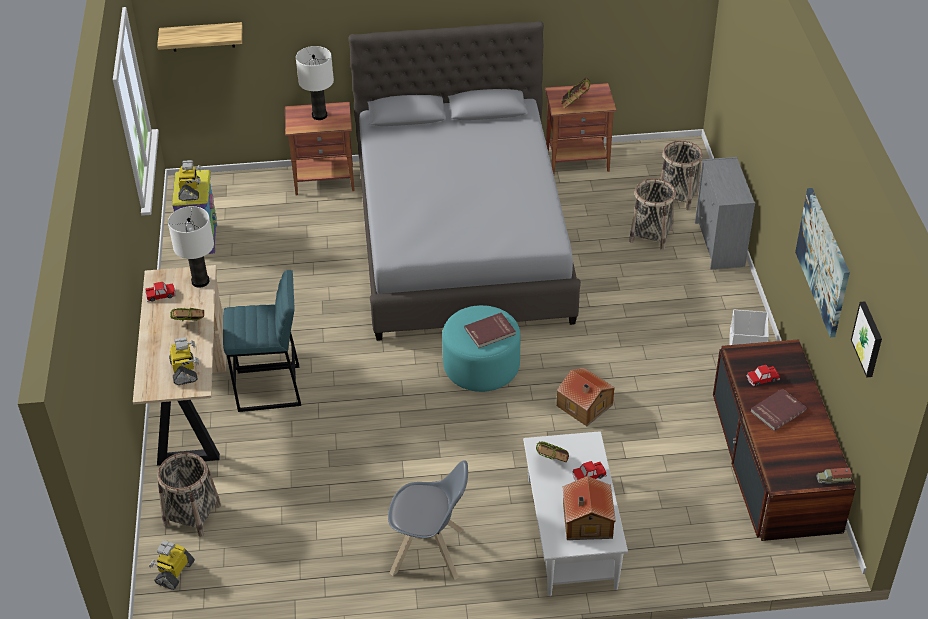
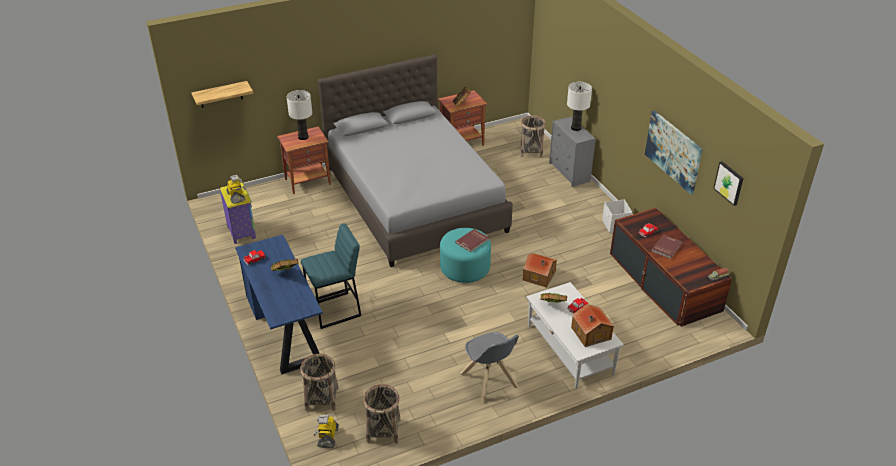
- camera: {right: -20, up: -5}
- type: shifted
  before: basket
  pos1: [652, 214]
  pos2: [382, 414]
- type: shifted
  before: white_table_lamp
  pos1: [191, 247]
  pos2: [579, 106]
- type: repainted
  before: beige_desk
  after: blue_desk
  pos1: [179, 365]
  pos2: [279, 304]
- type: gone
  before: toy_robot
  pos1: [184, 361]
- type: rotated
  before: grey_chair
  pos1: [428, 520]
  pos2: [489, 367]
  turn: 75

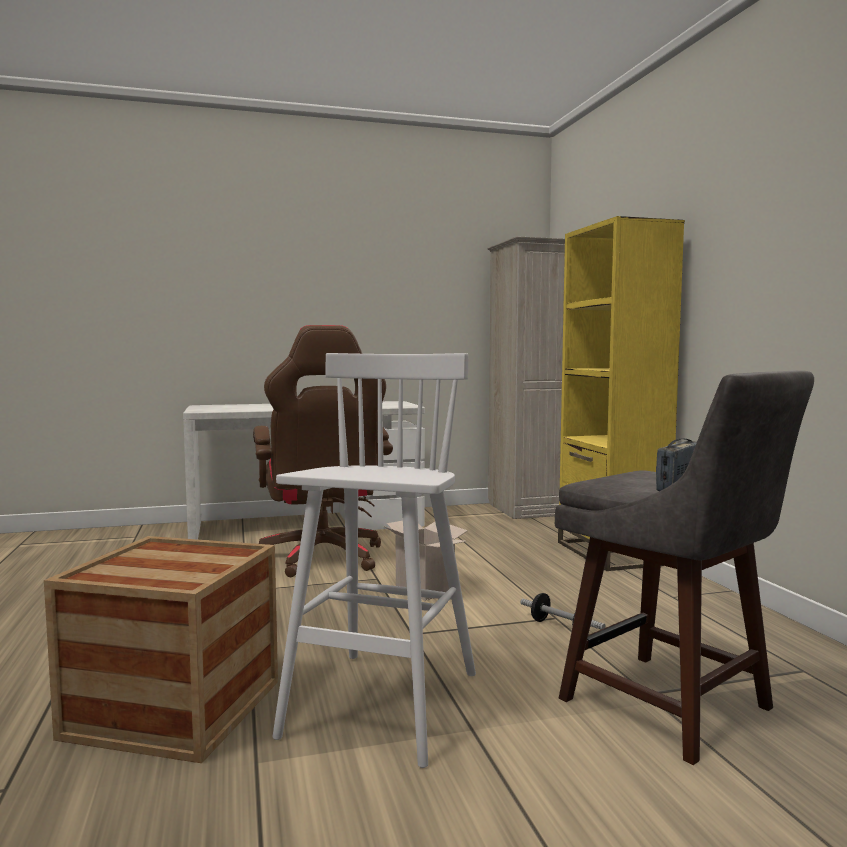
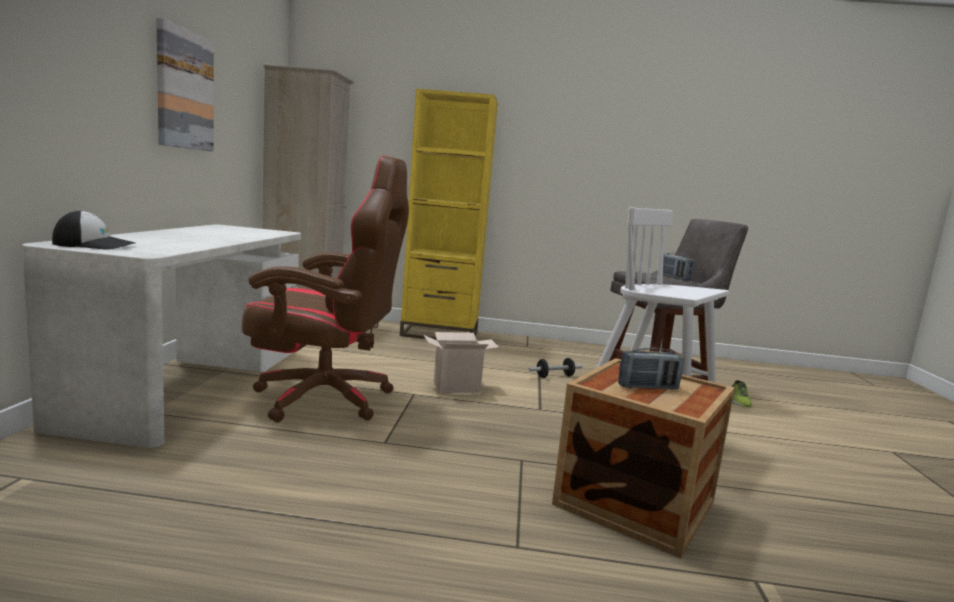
- camera: {right: -70, up: 5}
- type: new
  after: picture
  pos2: [185, 84]
- type: new
  after: cap
  pos2: [93, 229]
- type: new
  after: radio
  pos2: [651, 369]
- type: new
  after: shoe
  pos2: [742, 393]

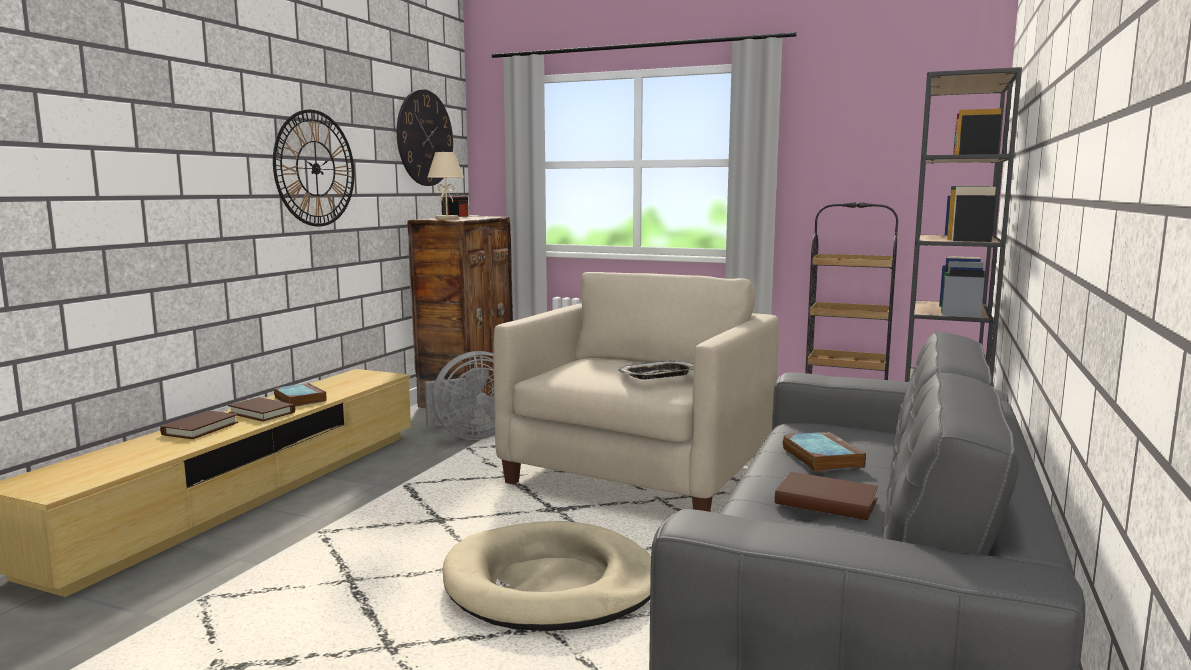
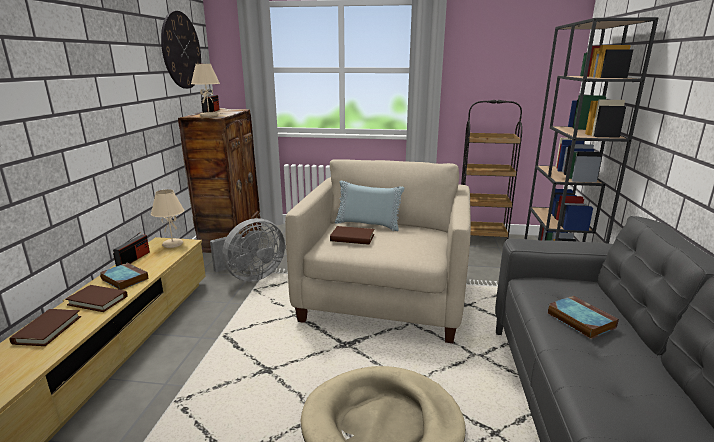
- camera: {right: -15, up: 10}
- type: gone
  before: wall_clock
  pos1: [313, 168]
- type: gone
  before: tray
  pos1: [656, 370]
- type: shifted
  before: brown_book
  pos1: [826, 496]
  pos2: [352, 235]
- type: new
  after: blue_pillow
  pos2: [369, 205]
- type: new
  after: beige_table_lamp
  pos2: [167, 218]
- type: new
  after: radio
  pos2: [131, 249]

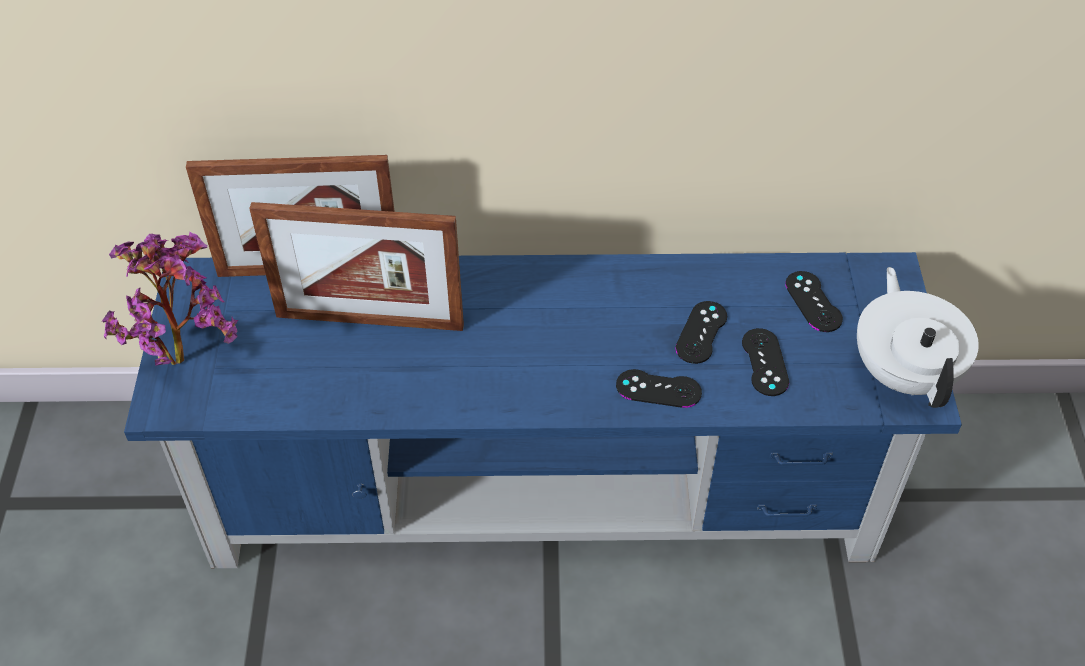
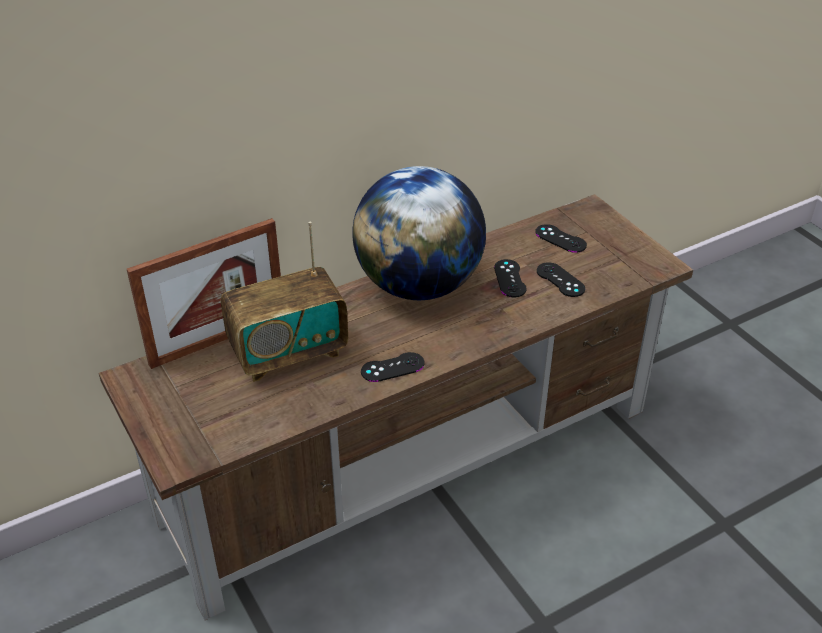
- camera: {right: -30, up: -10}
- type: swapped
  before: picture_frame
  after: radio
  pos1: [356, 266]
  pos2: [284, 302]
- type: gone
  before: potted_plant
  pos1: [170, 299]
- type: repainted
  before: blue_tv_stand
  after: brown_tv_stand
  pos1: [543, 410]
  pos2: [396, 407]
- type: gone
  before: white_teapot
  pos1: [918, 337]
- type: shifted
  before: black_game_controller
  pos1: [659, 388]
  pos2: [392, 367]
- type: new
  after: globe
  pos2: [419, 233]

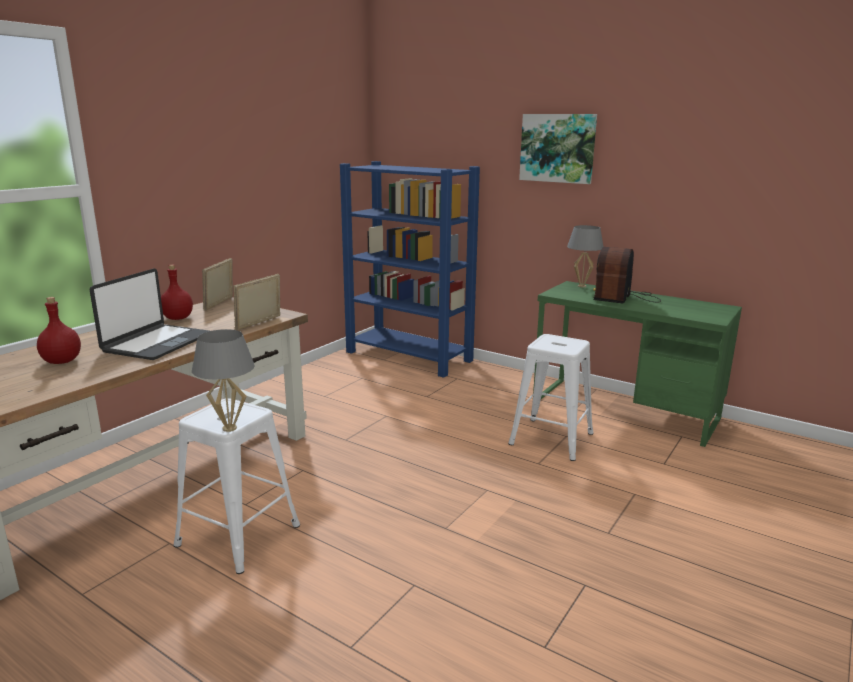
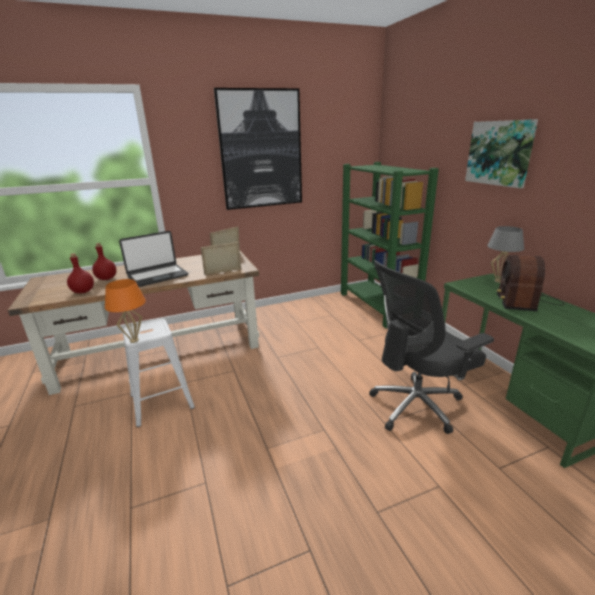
- camera: {right: 35, up: 5}
- type: repainted
  before: blue_bookcase
  after: green_bookcase
  pos1: [410, 269]
  pos2: [390, 245]
- type: rotated
  before: radio
  pos1: [627, 275]
  pos2: [531, 283]
  turn: -45
- type: shifted
  before: red_bottle
  pos1: [177, 292]
  pos2: [80, 273]
- type: repainted
  before: grey_table_lamp
  after: orange_table_lamp
  pos1: [223, 380]
  pos2: [125, 311]
- type: swapped
  before: white_stool
  after: office_chair
  pos1: [551, 397]
  pos2: [431, 347]
- type: new
  after: picture
  pos2: [258, 149]

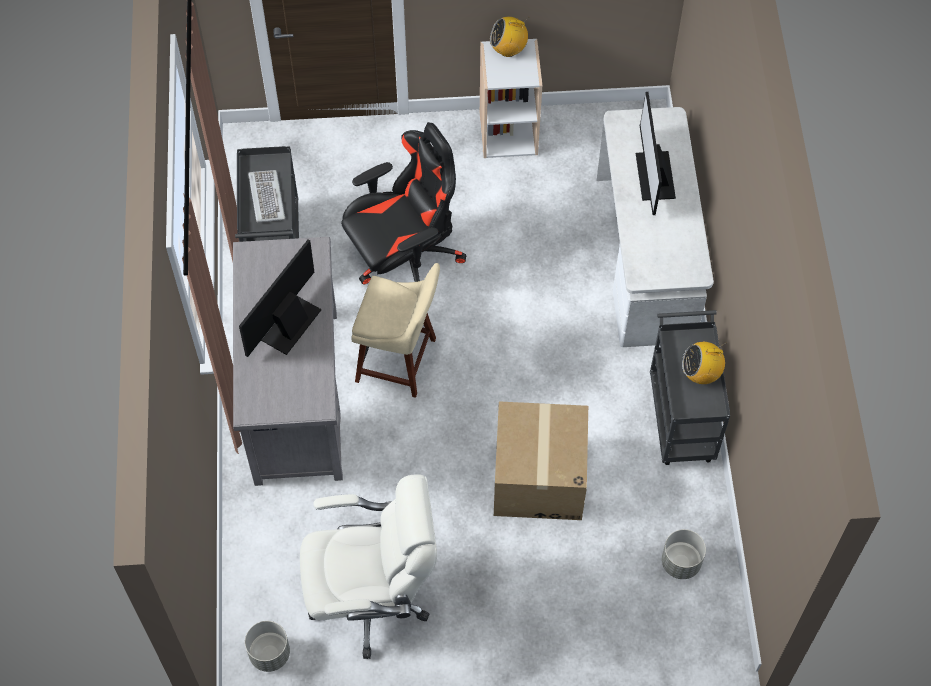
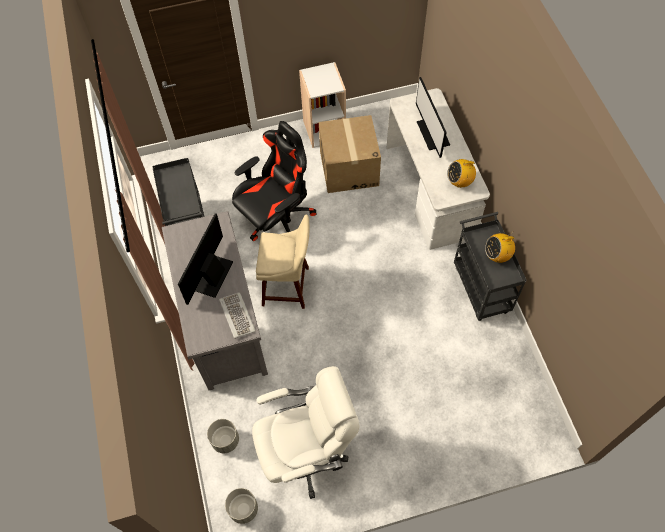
- camera: {right: -10, up: 0}
- type: shifted
  before: radio
  pos1: [509, 37]
  pos2: [461, 173]
- type: shifted
  before: keyboard
  pos1: [266, 196]
  pos2: [237, 315]
- type: shifted
  before: cardboard_box
  pos1: [541, 460]
  pos2: [350, 154]
- type: shifted
  before: grey_planter
  pos1: [684, 554]
  pos2: [223, 436]

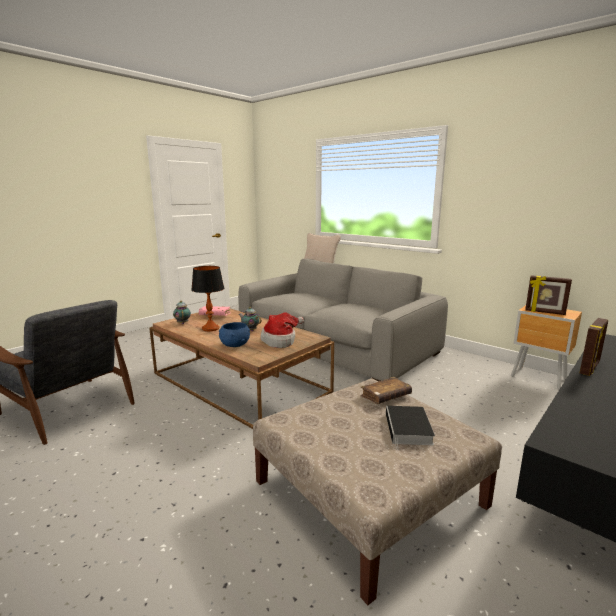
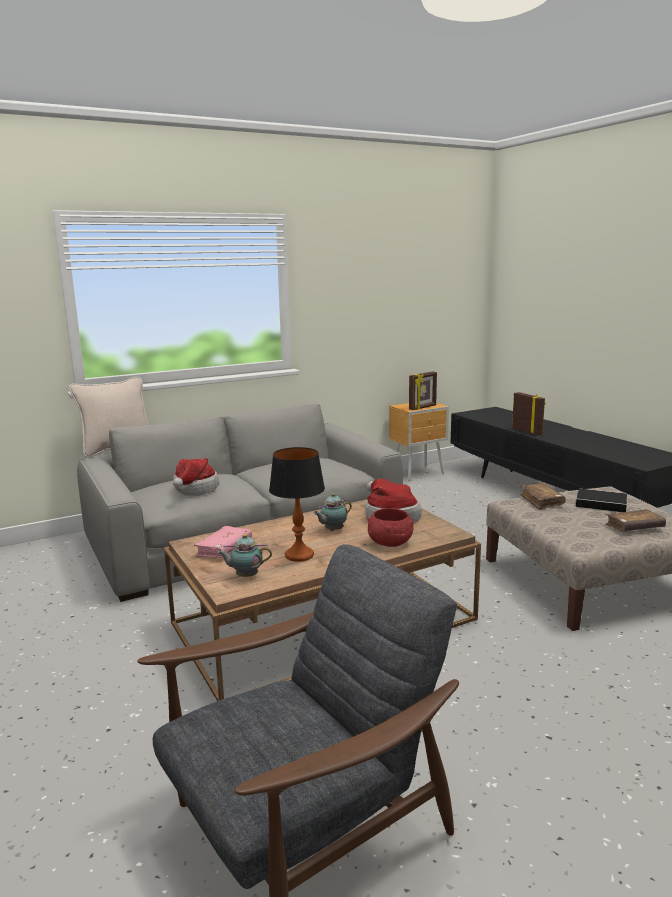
- camera: {right: -70, up: 0}
- type: repainted
  before: blue_bowl
  after: red_bowl
  pos1: [234, 334]
  pos2: [391, 527]
- type: new
  after: hat
  pos2: [196, 477]
- type: new
  after: brown_book
  pos2: [635, 520]

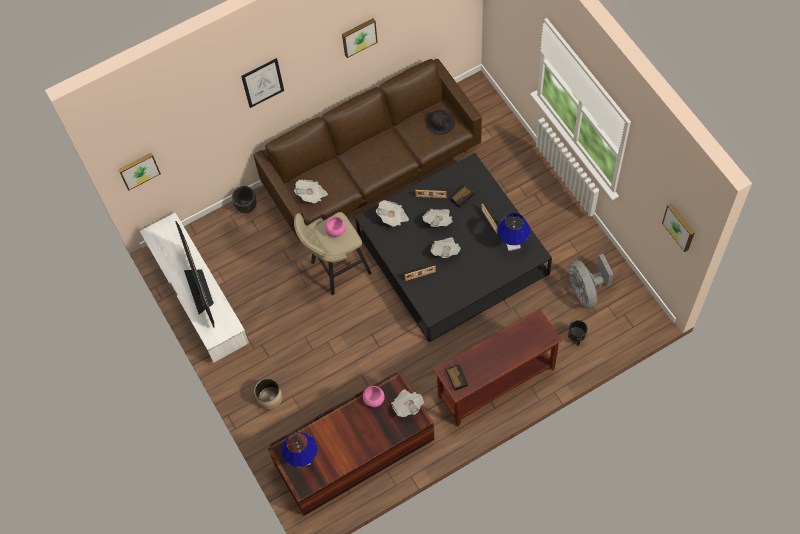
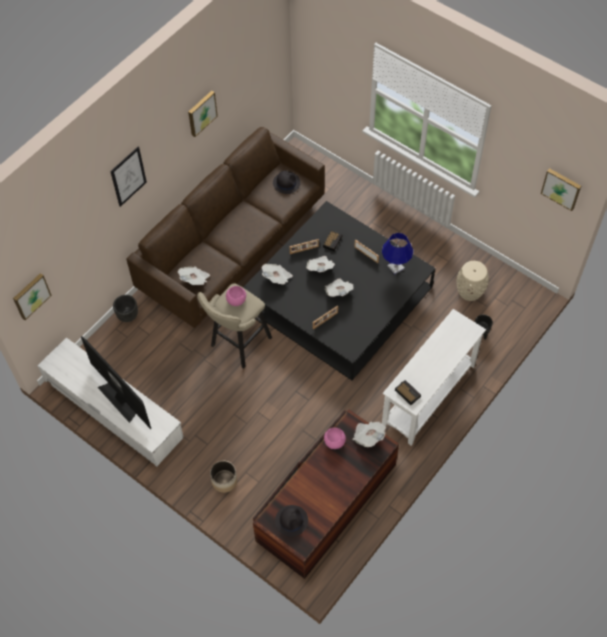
- camera: {right: -25, up: -5}
- type: swapped
  before: grey_fan
  after: beige_stool
  pos1: [591, 281]
  pos2: [473, 281]
- type: repainted
  before: brown_console_table
  after: white_console_table
  pos1: [498, 367]
  pos2: [434, 377]
- type: swapped
  before: blue_table_lamp
  after: black_hat
  pos1: [299, 450]
  pos2: [291, 521]

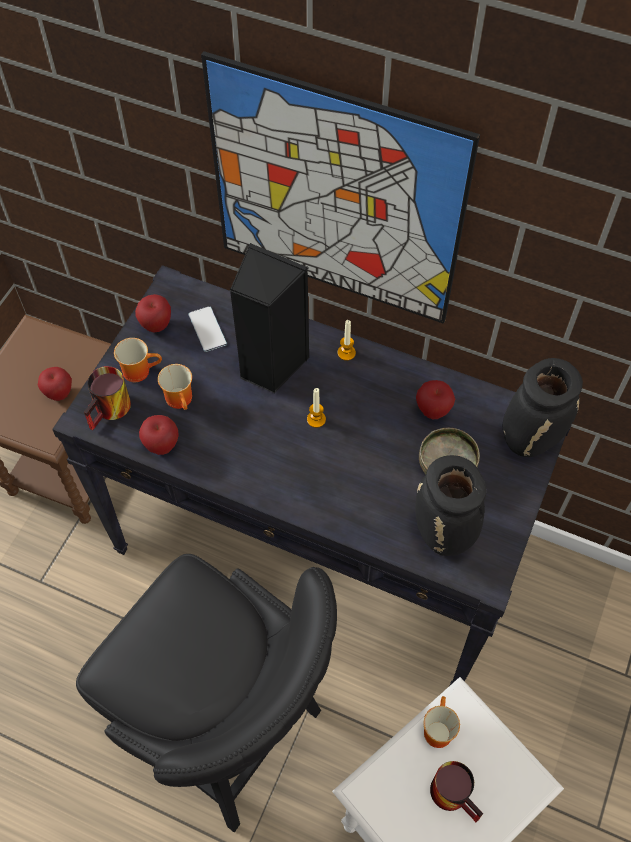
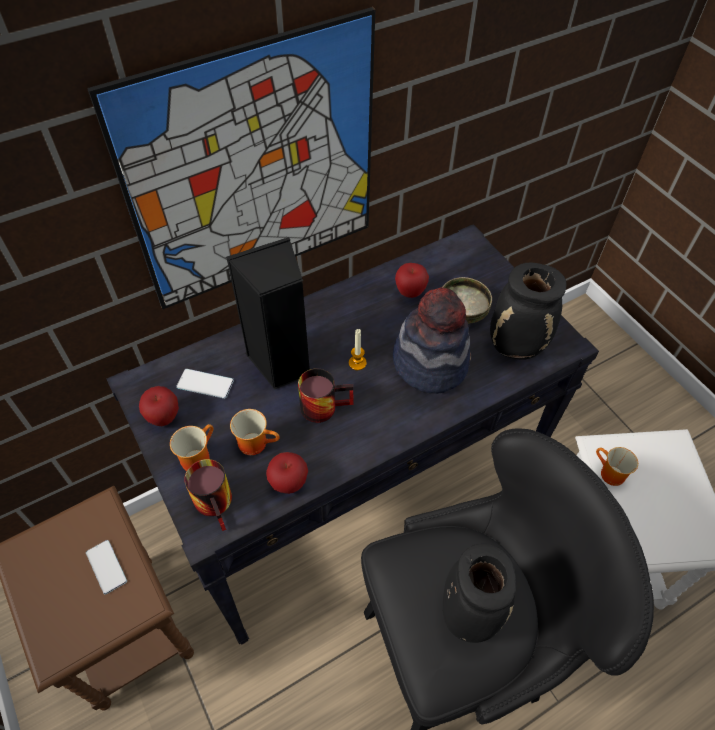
- camera: {right: -55, up: -5}
- type: gone
  before: candle
  pos1: [346, 340]
- type: shifted
  before: black_vase
  pos1: [543, 407]
  pos2: [479, 593]
- type: swapped
  before: apple
  after: phone
  pos1: [55, 384]
  pos2: [106, 567]
- type: shifted
  before: mug
  pos1: [456, 791]
  pos2: [326, 395]
- type: new
  after: hat
  pos2: [432, 340]

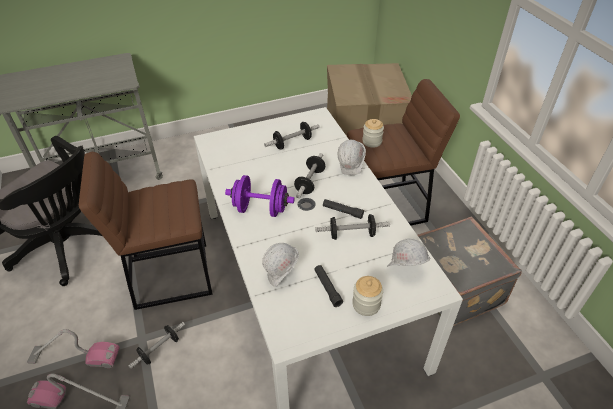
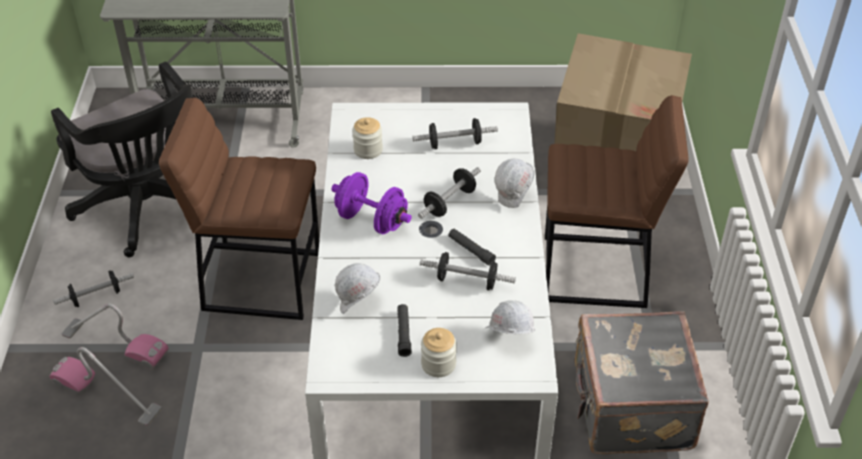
- camera: {right: 20, up: 0}
- type: shifted
  before: jar
  pos1: [373, 133]
  pos2: [367, 138]
- type: shifted
  before: dumbbell
  pos1: [156, 345]
  pos2: [93, 289]

